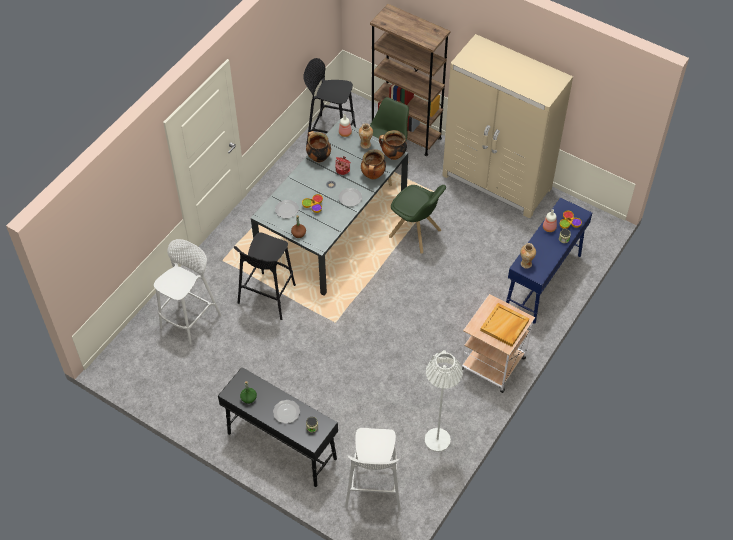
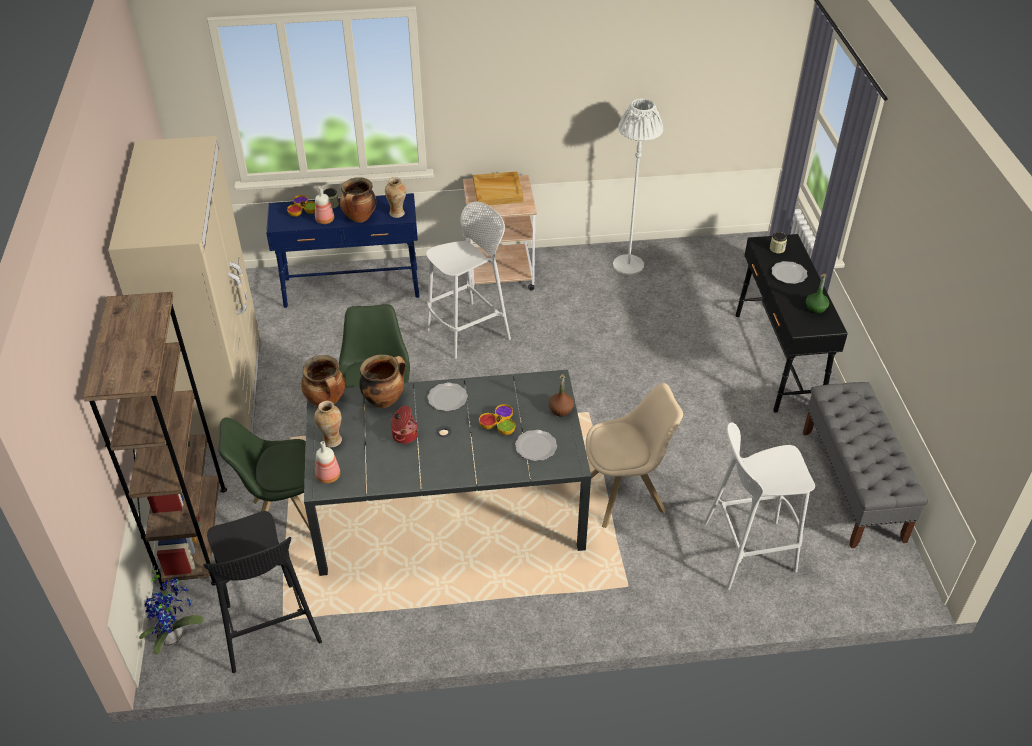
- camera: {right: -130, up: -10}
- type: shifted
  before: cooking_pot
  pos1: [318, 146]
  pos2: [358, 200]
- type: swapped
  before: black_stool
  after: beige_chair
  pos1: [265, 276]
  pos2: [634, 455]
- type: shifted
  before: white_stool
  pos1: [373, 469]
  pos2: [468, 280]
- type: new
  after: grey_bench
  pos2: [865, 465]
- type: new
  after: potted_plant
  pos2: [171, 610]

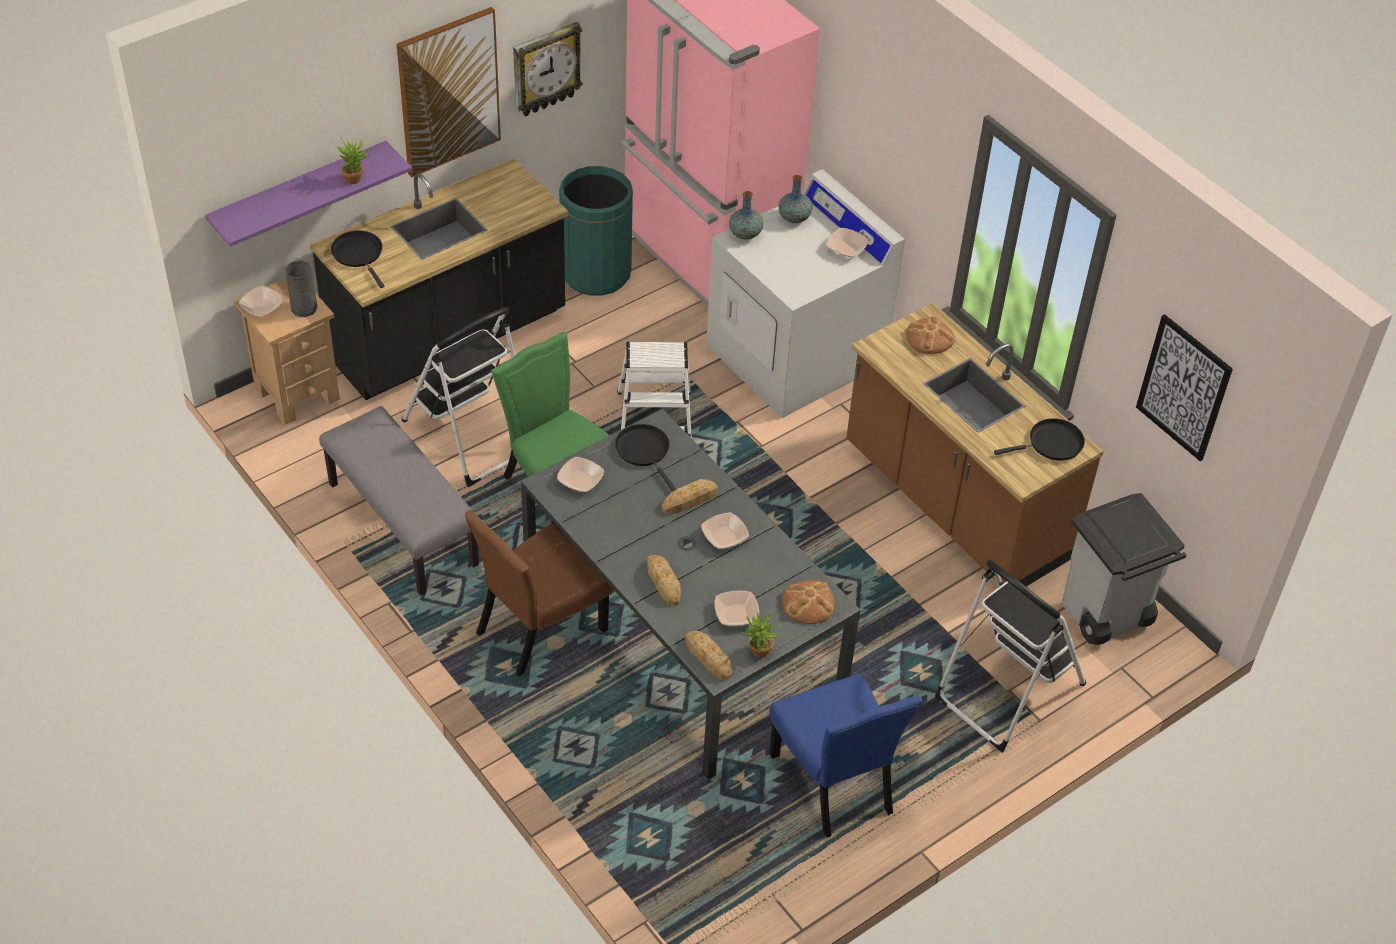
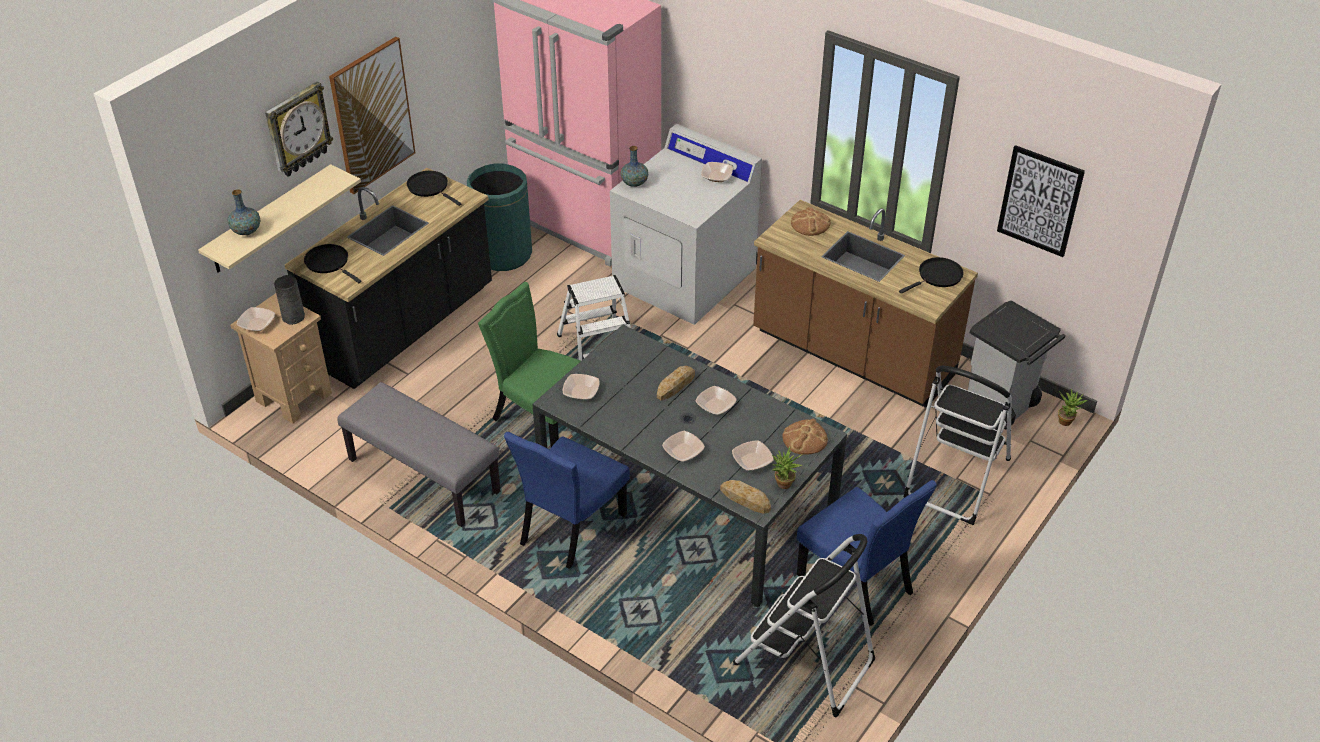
- camera: {right: -15, up: -5}
- type: shifted
  before: wall_clock
  pos1: [548, 69]
  pos2: [299, 129]
- type: shifted
  before: potted_plant
  pos1: [353, 161]
  pos2: [1072, 407]
- type: repainted
  before: purple_shelf
  after: beige_shelf
  pos1: [308, 194]
  pos2: [279, 218]
- type: shifted
  before: vase
  pos1: [795, 199]
  pos2: [244, 212]
- type: shifted
  before: step_ladder
  pos1: [458, 397]
  pos2: [804, 625]
- type: shifted
  before: black_frying_pan
  pos1: [645, 457]
  pos2: [434, 188]
- type: repainted
  before: brown_chair
  after: blue_chair
  pos1: [539, 593]
  pos2: [567, 500]
- type: swapped
  before: bread
  after: bowl
  pos1: [664, 580]
  pos2: [683, 446]

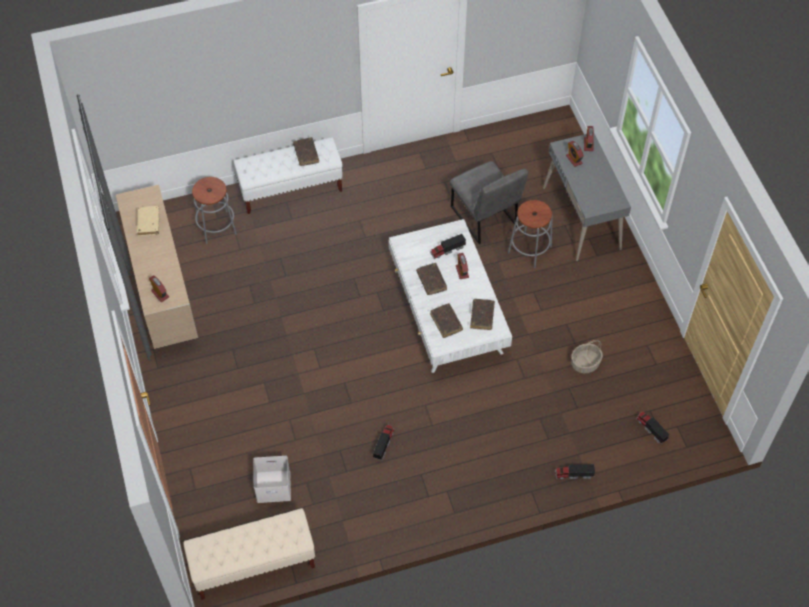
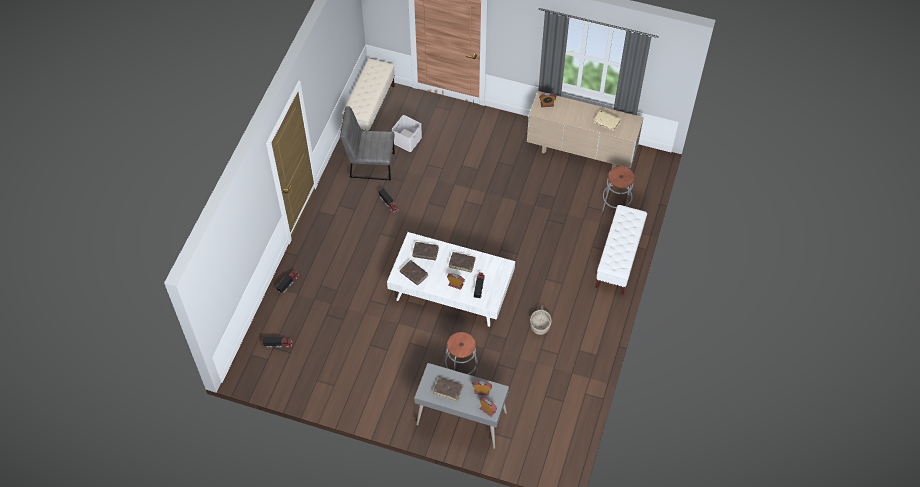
- camera: {right: 125, up: 0}
- type: shifted
  before: brown_book
  pos1: [306, 151]
  pos2: [448, 389]
- type: shifted
  before: grey_chair
  pos1: [489, 202]
  pos2: [367, 143]
- type: shifted
  before: basket
  pos1: [587, 356]
  pos2: [541, 320]

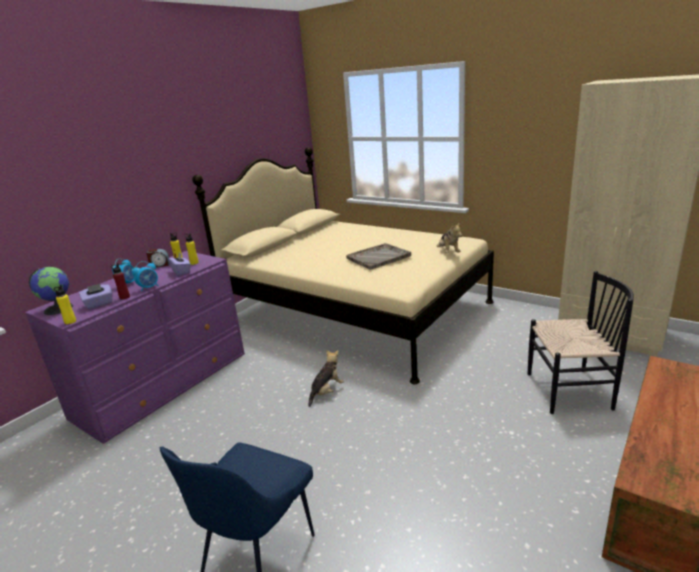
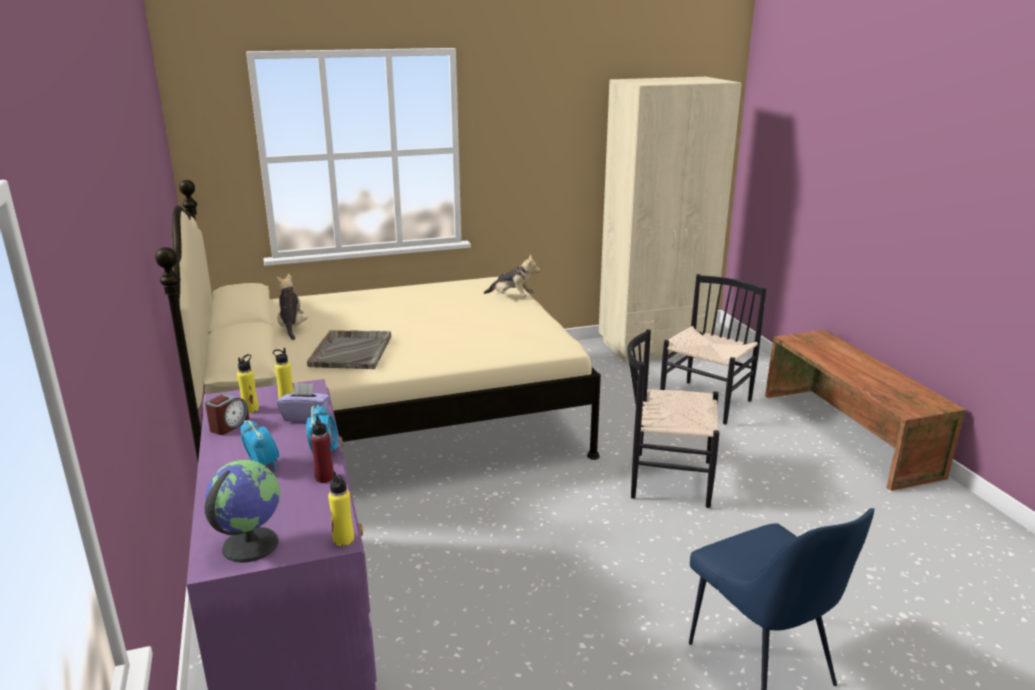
- camera: {right: -55, up: 0}
- type: shifted
  before: grey_tray
  pos1: [378, 256]
  pos2: [349, 349]
- type: gone
  before: purple_tissue_box
  pos1: [96, 296]
- type: shifted
  before: plush_toy
  pos1: [326, 378]
  pos2: [292, 307]
- type: new
  after: black_chair
  pos2: [673, 418]

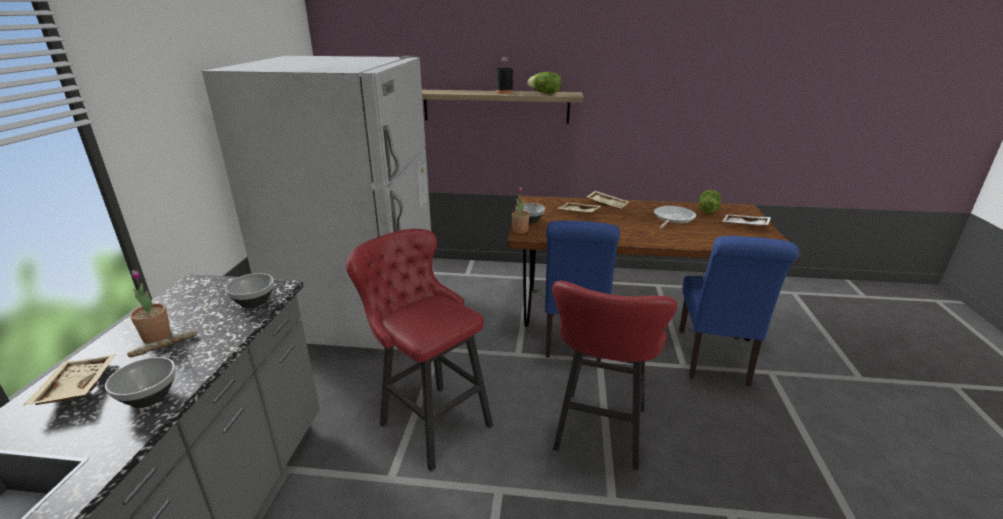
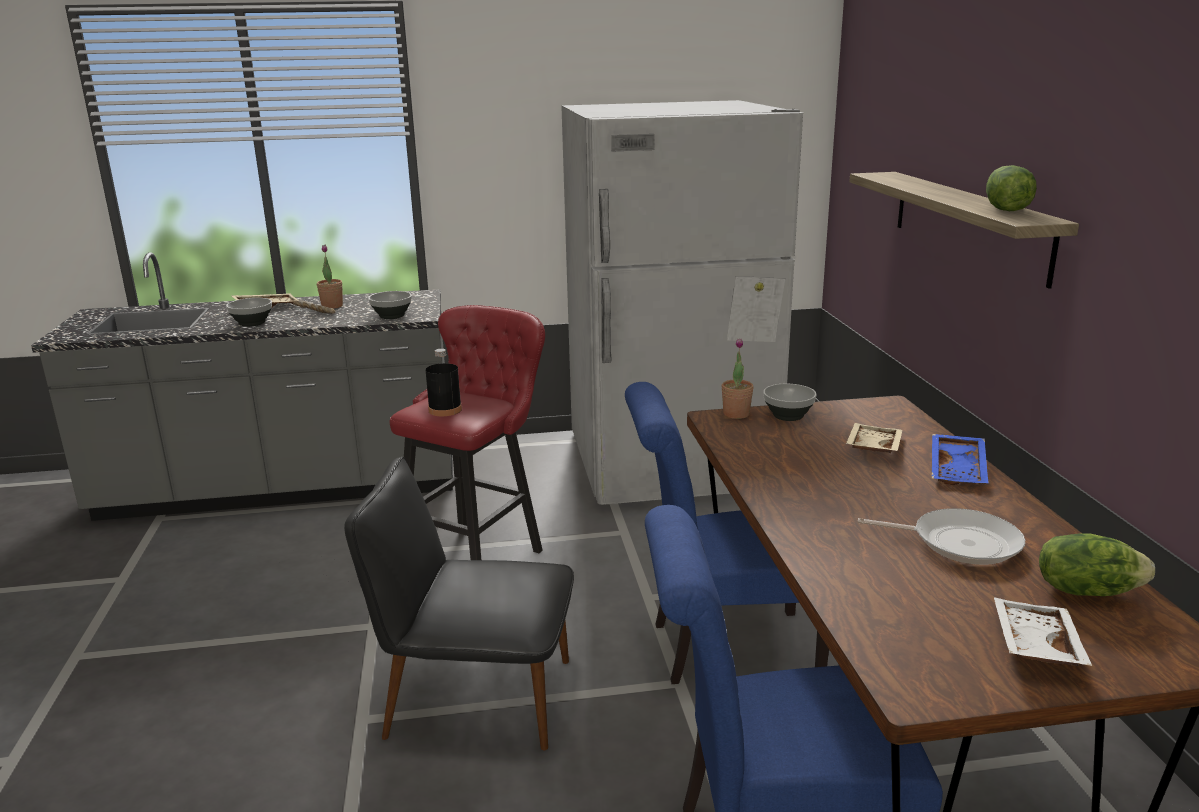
- camera: {right: 75, up: -5}
- type: shifted
  before: black_bottle
  pos1: [504, 76]
  pos2: [443, 382]
- type: repainted
  before: beige_tray
  after: blue_tray
  pos1: [608, 200]
  pos2: [960, 459]
- type: swapped
  before: red_stool
  after: black_chair
  pos1: [614, 375]
  pos2: [459, 603]

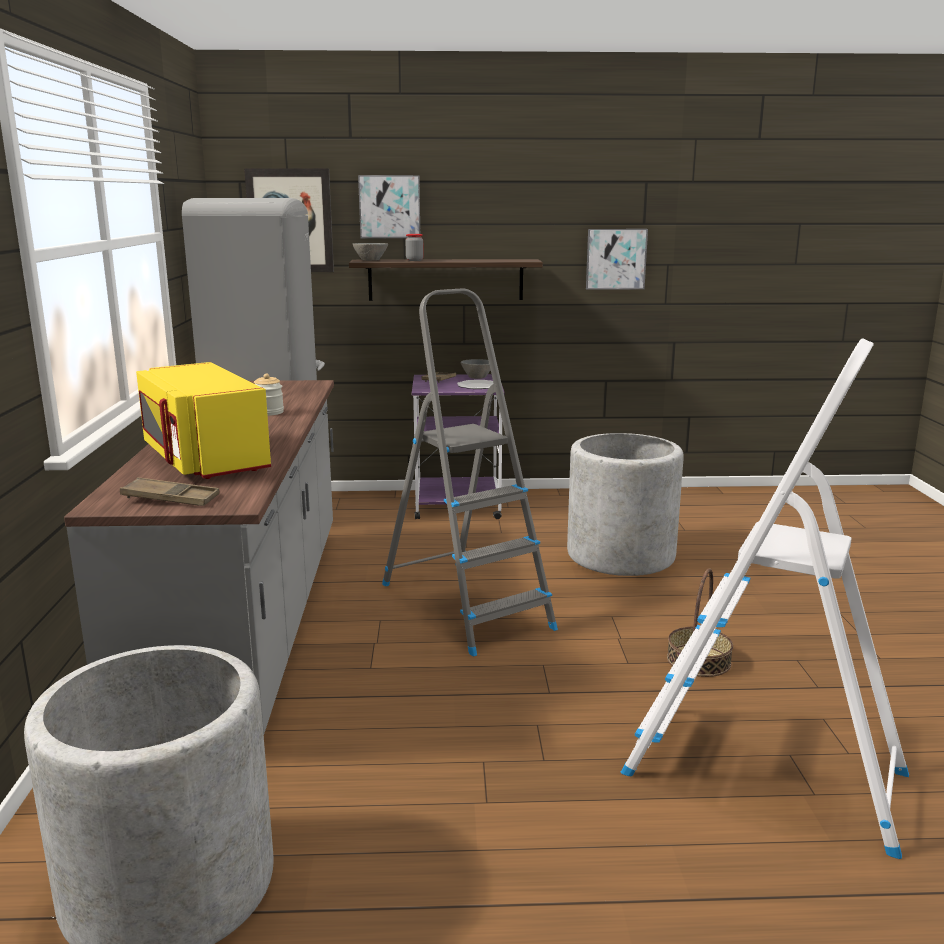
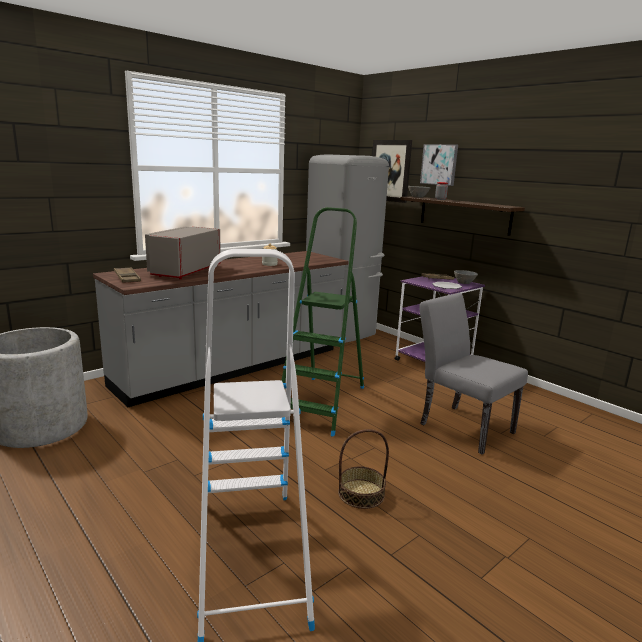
- camera: {right: 50, up: 0}
- type: gone
  before: picture
  pos1: [617, 259]
- type: repainted
  before: grey_step_ladder
  after: green_step_ladder
  pos1: [470, 472]
  pos2: [322, 322]
- type: repainted
  before: yellow_microwave
  after: grey_microwave
  pos1: [203, 420]
  pos2: [183, 253]
- type: swapped
  before: grey_planter
  after: grey_chair
  pos1: [625, 504]
  pos2: [473, 374]

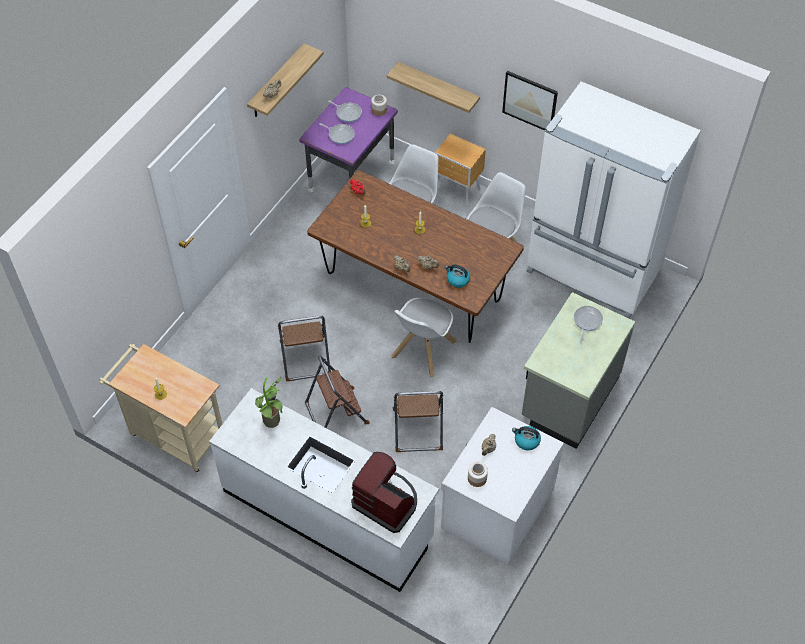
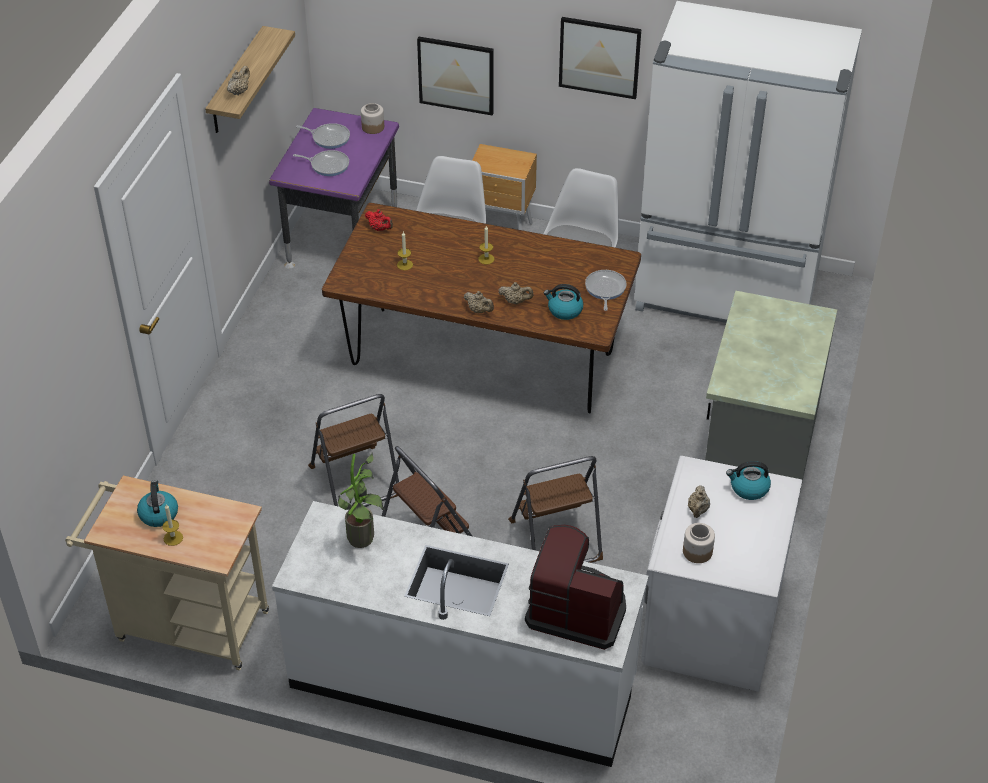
- camera: {right: -15, up: -10}
- type: swapped
  before: shelf
  after: picture
  pos1: [433, 87]
  pos2: [455, 75]
- type: gone
  before: chair
  pos1: [424, 337]
- type: shifted
  before: frying_pan
  pos1: [588, 323]
  pos2: [606, 290]
- type: new
  after: kettle
  pos2: [157, 503]

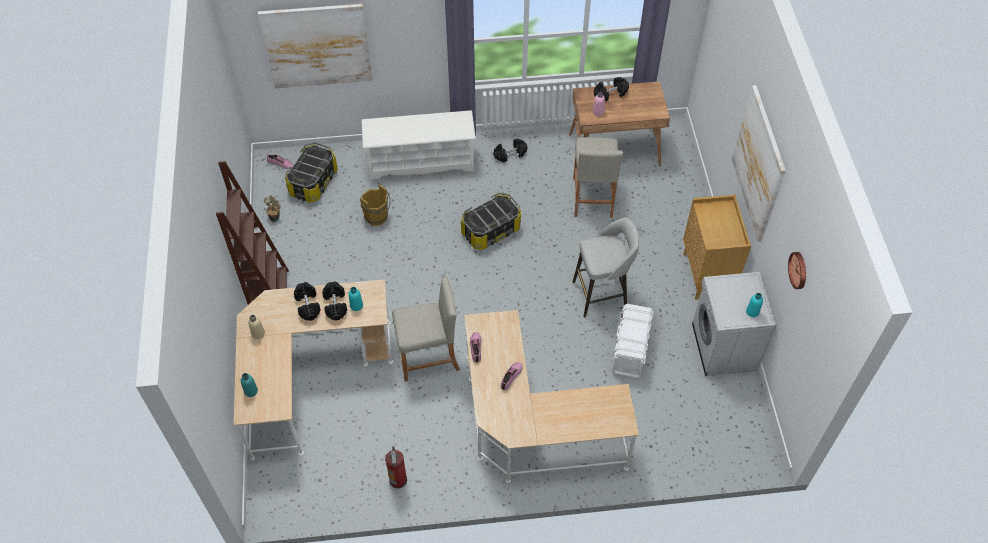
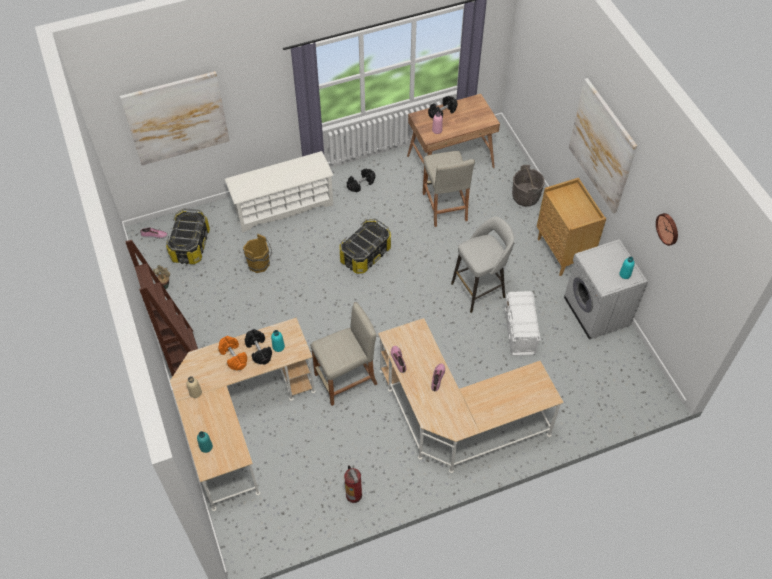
- camera: {right: -15, up: 0}
- type: repainted
  before: black_dumbbell
  after: orange_dumbbell
  pos1: [307, 301]
  pos2: [232, 353]
- type: new
  after: grey_bucket
  pos2: [528, 186]

